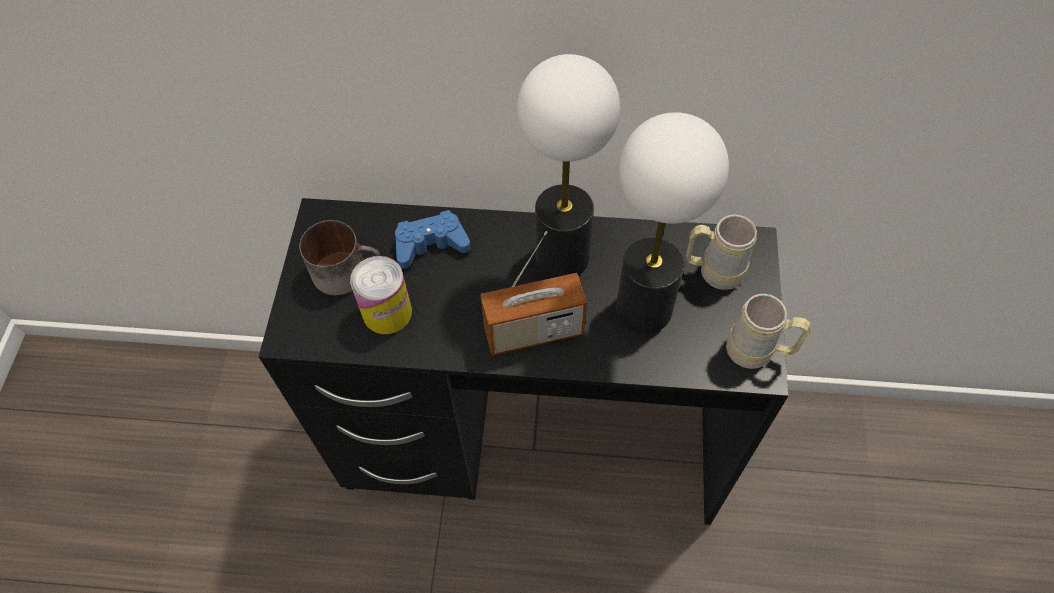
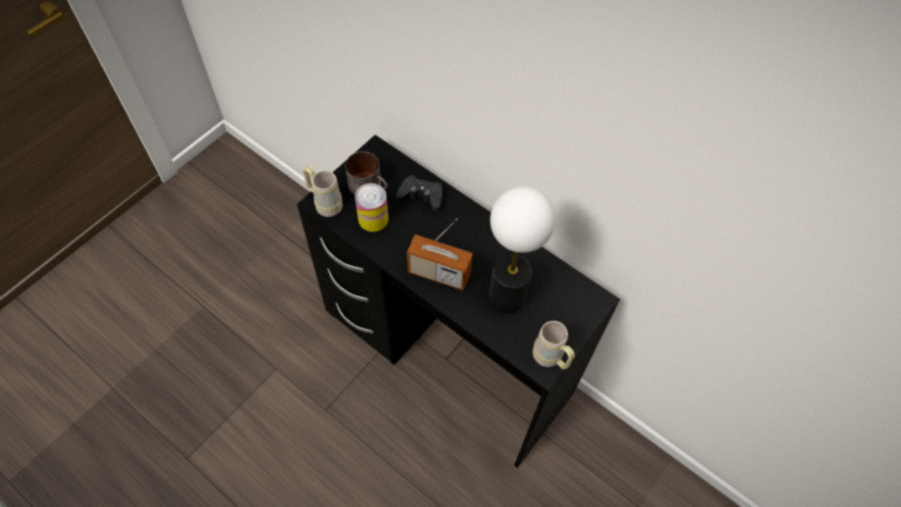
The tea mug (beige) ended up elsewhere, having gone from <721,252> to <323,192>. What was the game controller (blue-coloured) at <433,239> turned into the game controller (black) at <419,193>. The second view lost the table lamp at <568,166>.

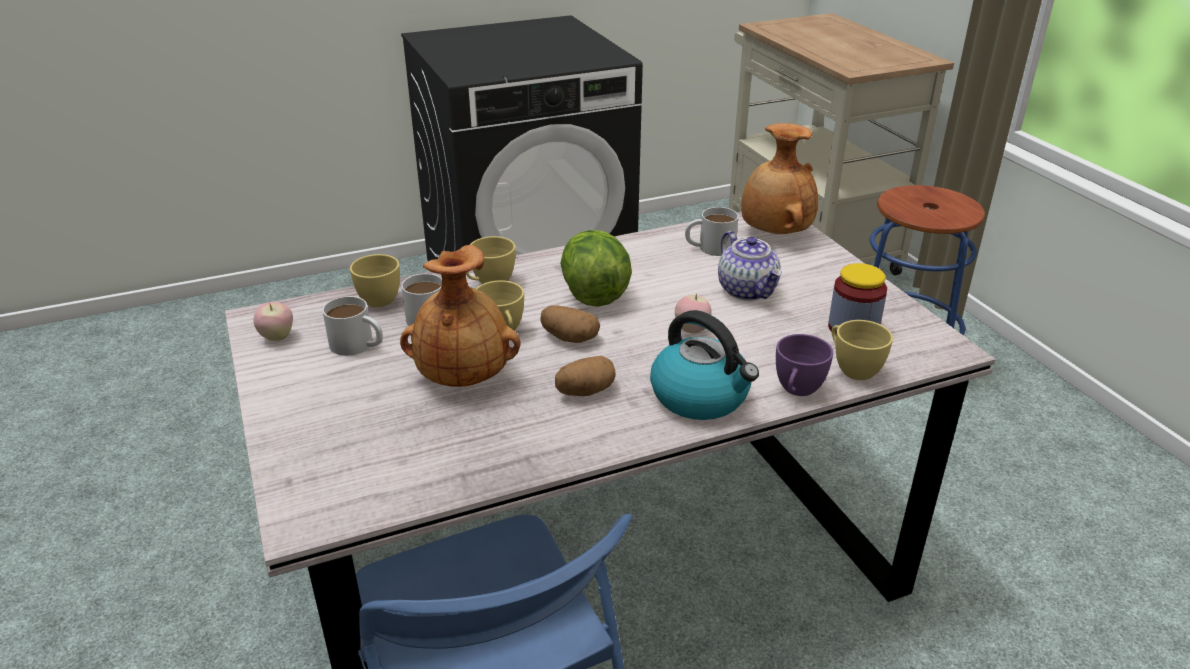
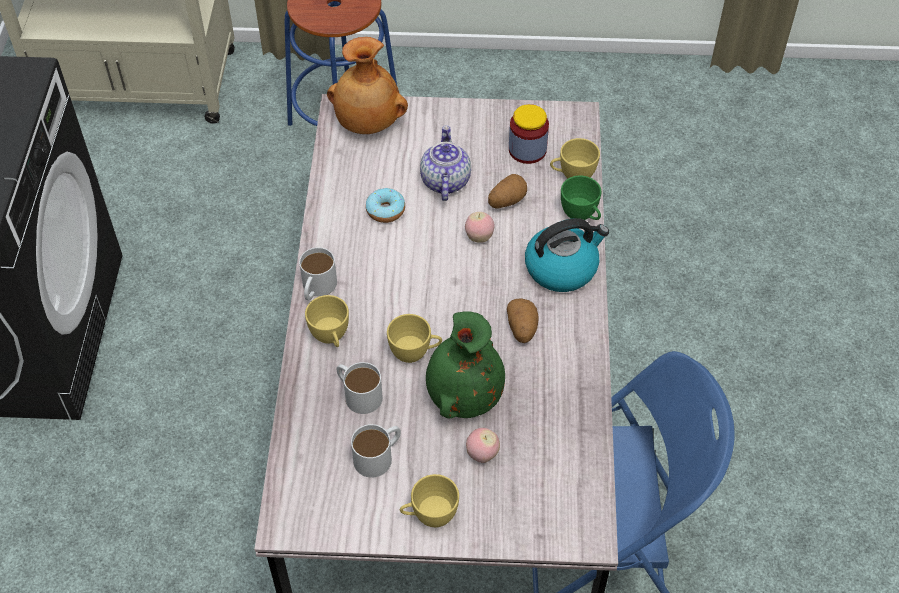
The tea mug (whitish) ended up elsewhere, having gone from <712,231> to <318,273>. The second view gained the donut at <385,205>. The cup (yellowish) ended up elsewhere, having gone from <375,281> to <429,500>. The teapot at <750,266> ended up facing another way, 90 degrees counterclockwise from before. What was the decorative vase (brownish) at <460,316> turned into the decorative vase (green) at <465,365>. The apple ended up elsewhere, having gone from <273,321> to <483,445>. The whole potato ended up elsewhere, having gone from <570,324> to <507,191>. What was the cup (purple) at <804,365> turned into the cup (green) at <581,198>. The second view lost the lettuce head at <596,268>.

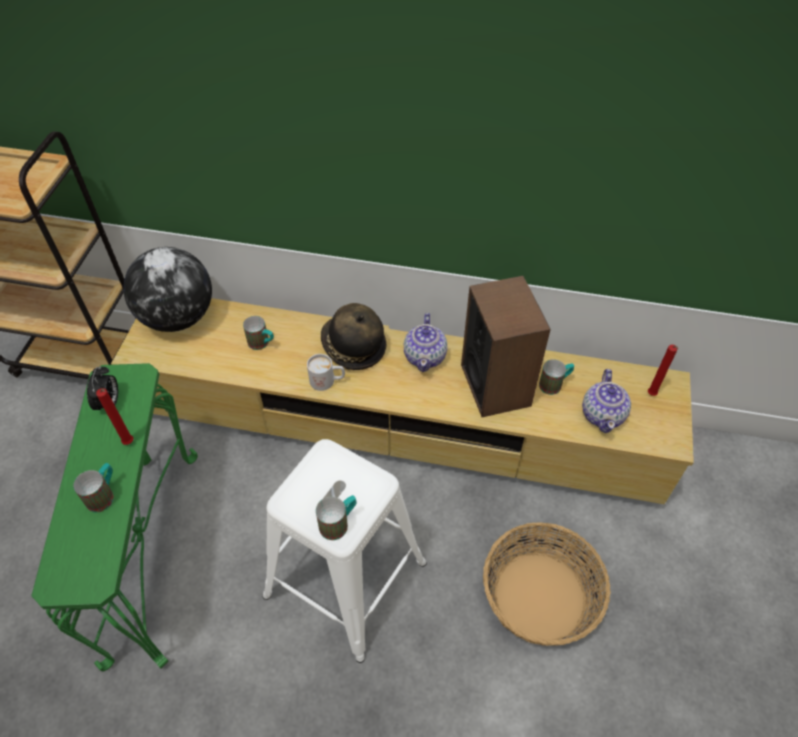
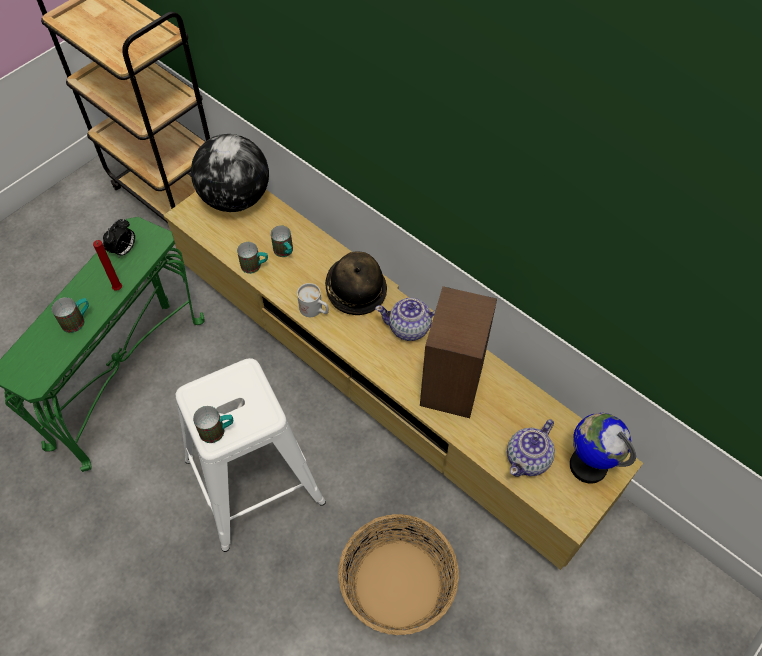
The tea mug ended up elsewhere, having gone from <556,377> to <252,258>. The teapot at <425,342> ended up facing another way, 60 degrees clockwise from before. Where the candle (red-coloured) stood at <663,370>, the globe came to stand at <603,448>.

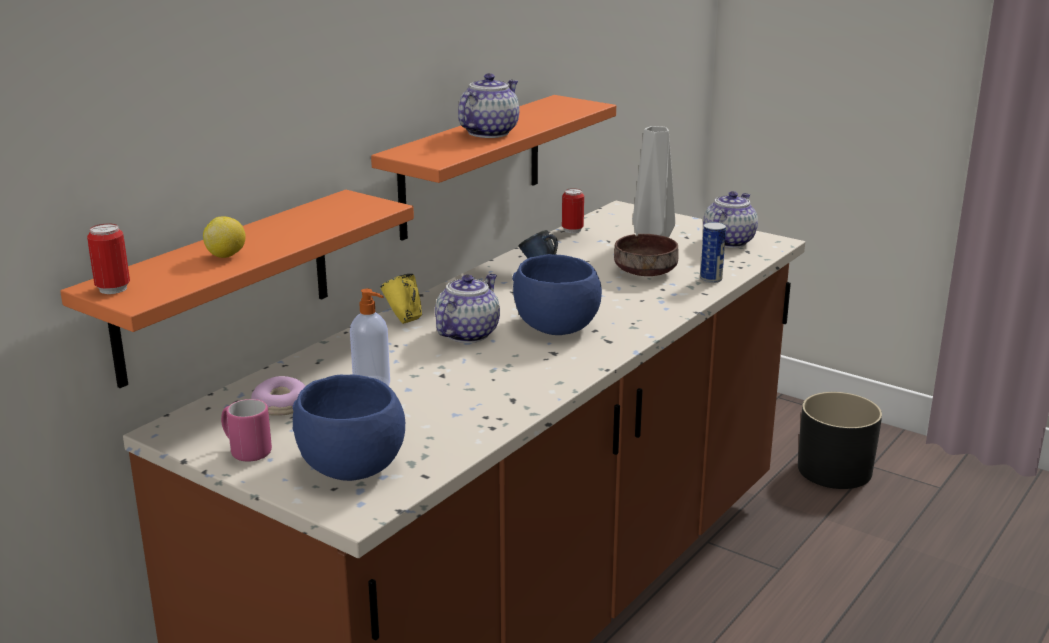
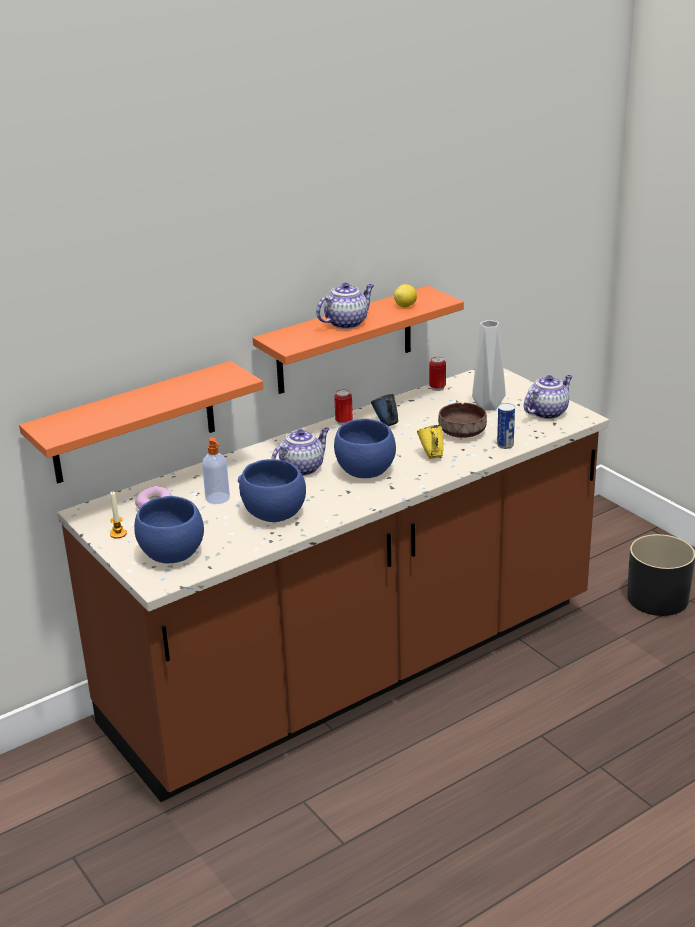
Where the tea mug (pink-coloured) stood at <246,430>, the candle came to stand at <118,515>. The second view gained the serving bowl (blue-coloured) at <272,490>. The can ended up elsewhere, having gone from <108,258> to <343,407>. The lemon ended up elsewhere, having gone from <224,237> to <405,295>. The tea mug (yellowish) ended up elsewhere, having gone from <401,299> to <430,442>.

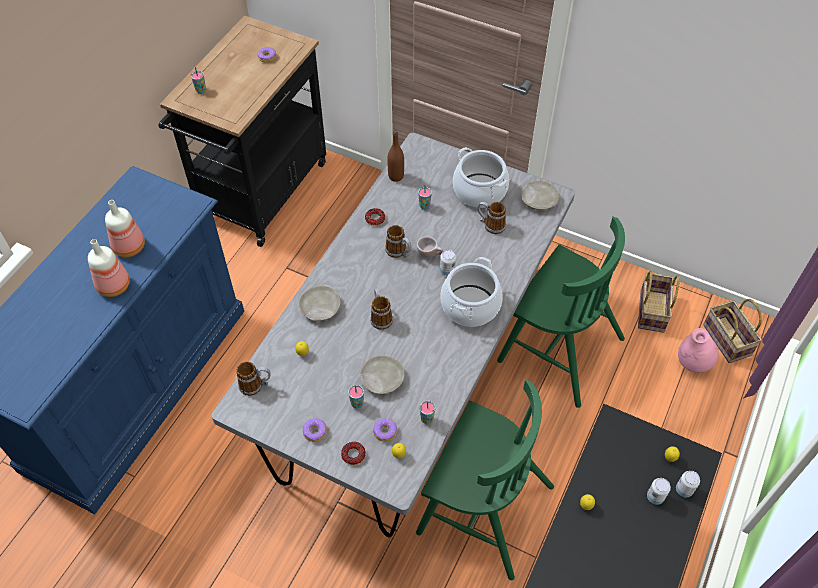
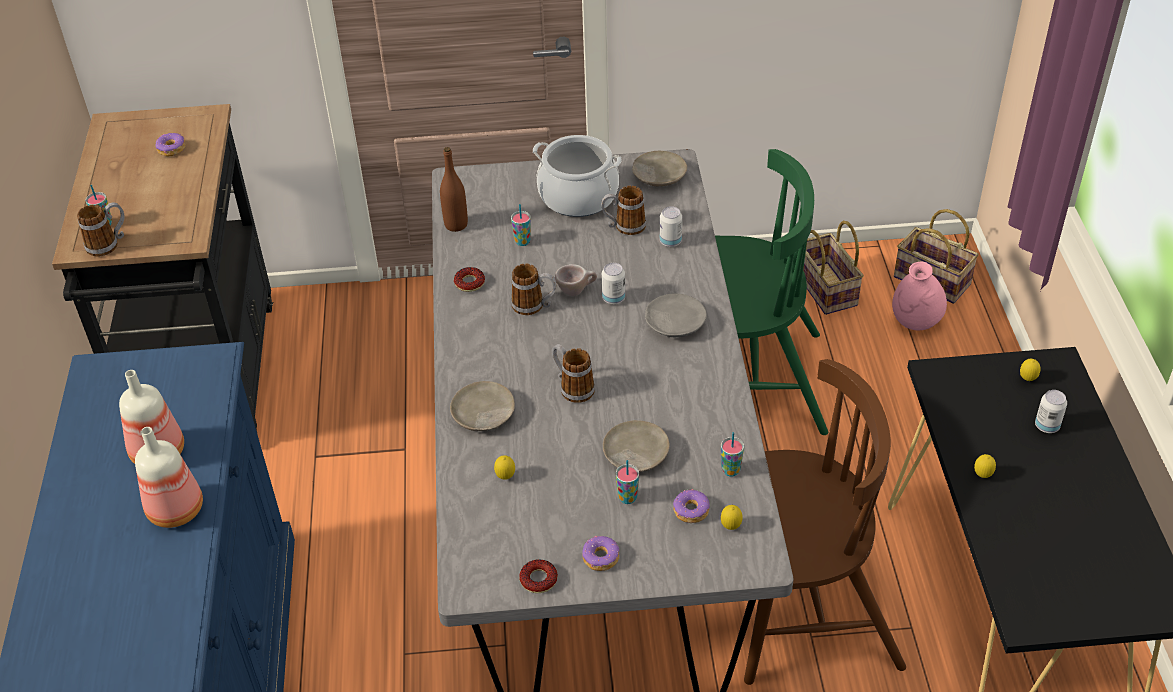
The tea mug ended up elsewhere, having gone from <253,378> to <100,229>. The donut ended up elsewhere, having gone from <353,453> to <538,576>. Where the stockpot stood at <471,292>, the plate (grey) came to stand at <676,315>. The can ended up elsewhere, having gone from <688,484> to <671,226>. What was the plain chair (green) at <485,480> turned into the plain chair (brownish) at <825,522>.

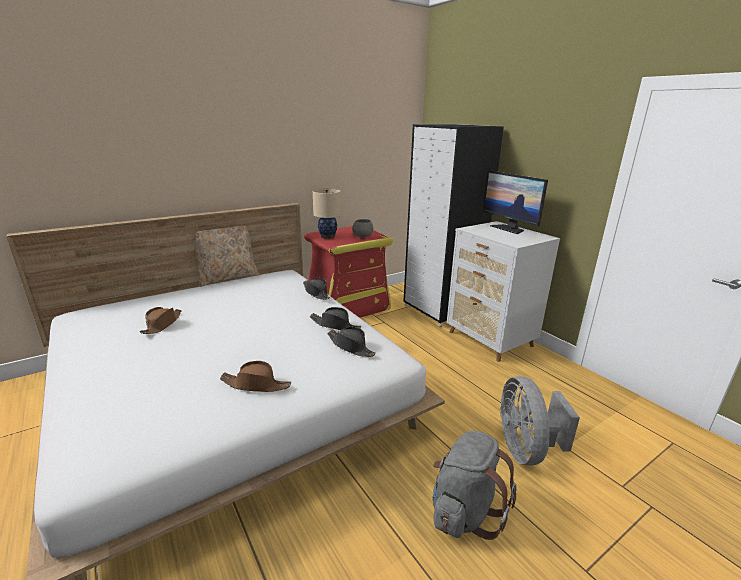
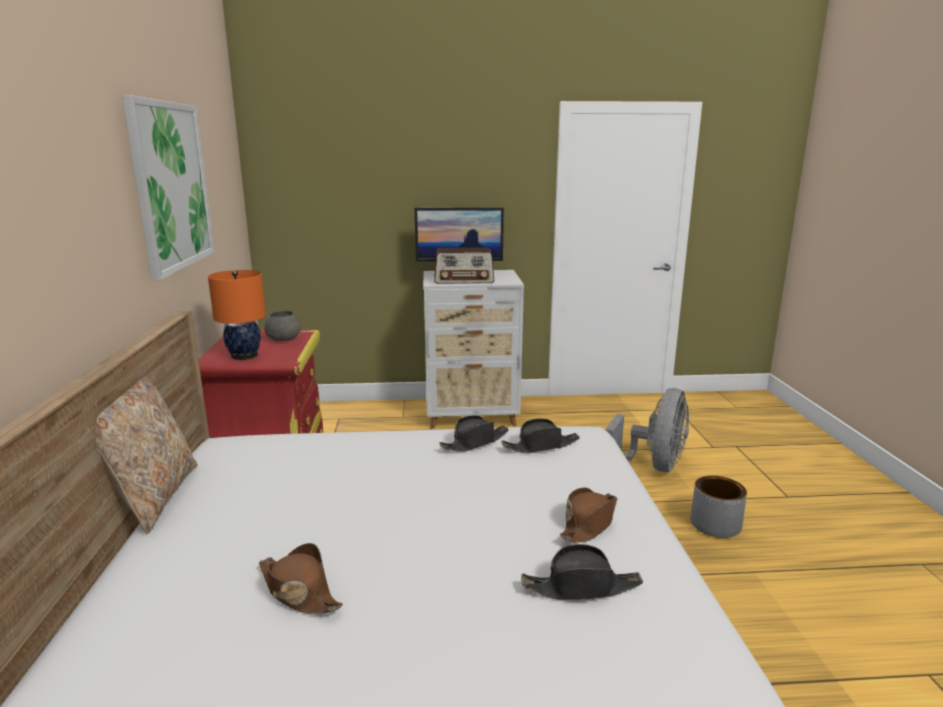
The second view gained the picture at <168,188>. What was the table lamp (beige) at <327,213> turned into the table lamp (orange-coloured) at <237,315>. The second view gained the radio set at <464,266>. The wearable hat (black) ended up elsewhere, having gone from <316,289> to <582,572>. The electric fan (grey) at <540,421> ended up facing another way, 90 degrees counterclockwise from before. Where the knapsack (grey) stood at <474,485>, the planter (grey) came to stand at <718,507>. The second view lost the armoire at <453,225>.

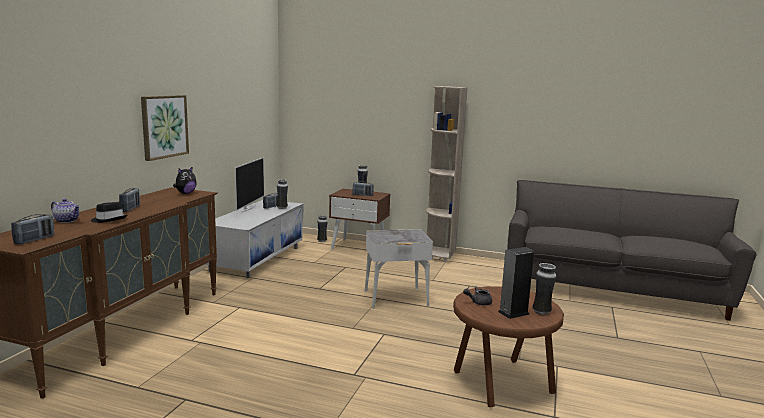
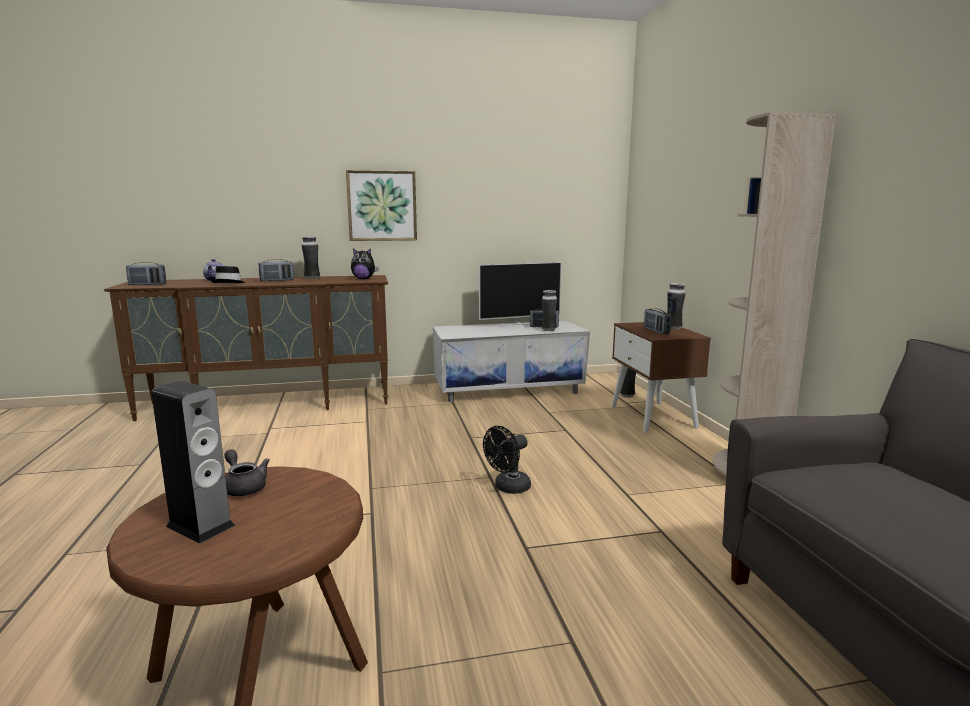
The decorative vase ended up elsewhere, having gone from <544,289> to <310,257>. Where the accent table stood at <399,269>, the electric fan (black) came to stand at <507,460>.

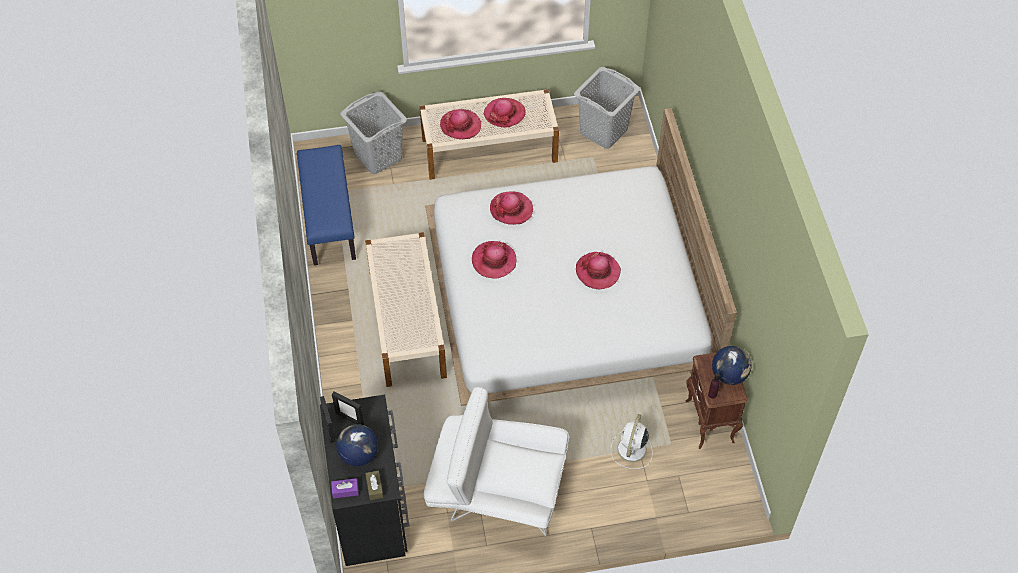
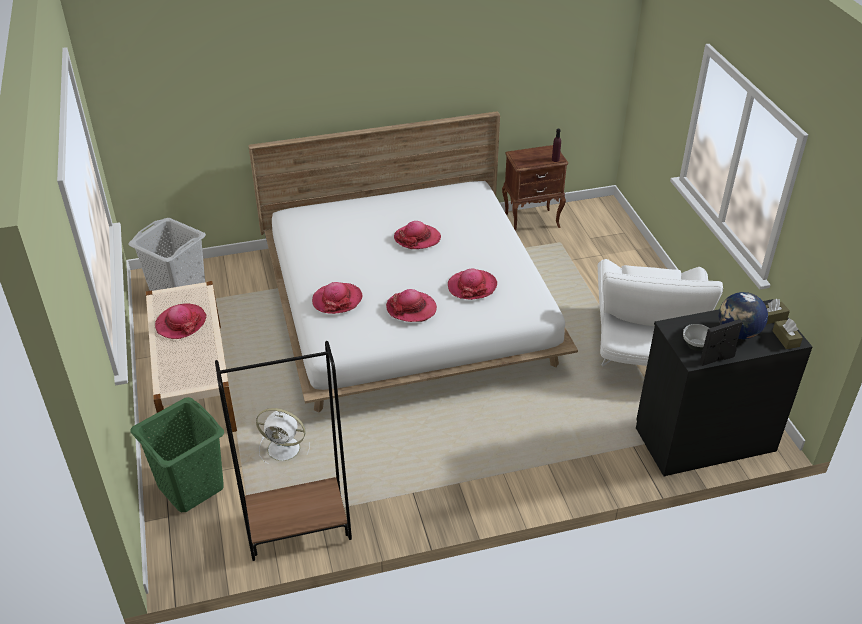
What was the washing basket (grey) at <373,133> turned into the washing basket (green) at <177,454>. Where the bench (blue-coloured) stood at <326,205>, the garment rack came to stand at <283,451>. The electric fan (whitish) ended up elsewhere, having gone from <631,441> to <283,436>. The wearable hat ended up elsewhere, having gone from <460,124> to <472,284>. Where the picture frame stood at <348,408>, the serving bowl came to stand at <696,337>. What was the tissue box (purple) at <345,488> turned into the tissue box (brownish) at <787,334>. The second view lost the bench (beige) at <406,309>. The second view lost the globe at <732,365>.

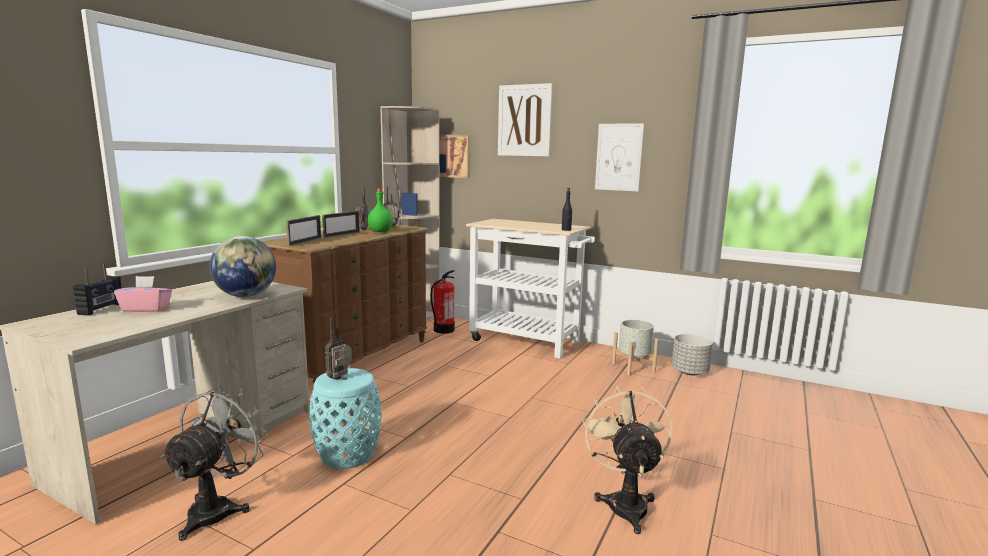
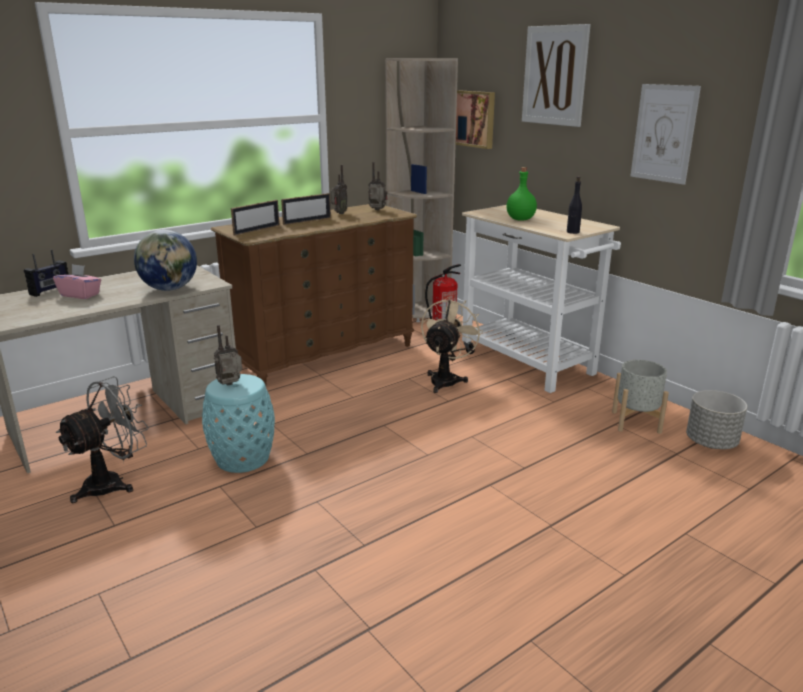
The electric fan (beige) ended up elsewhere, having gone from <627,459> to <452,345>. The drink bottle (green) ended up elsewhere, having gone from <380,210> to <522,194>.

